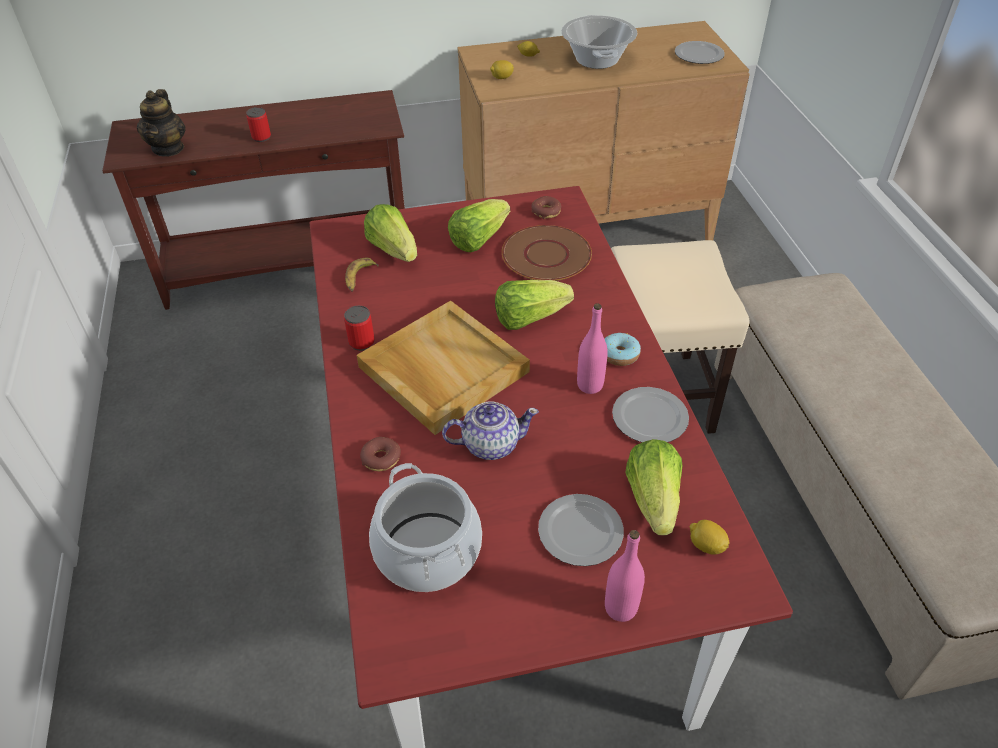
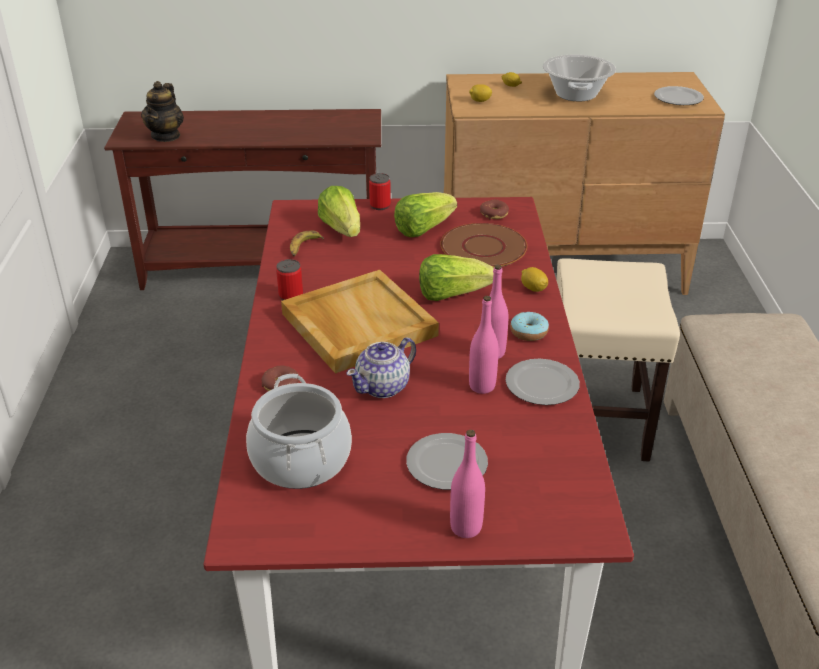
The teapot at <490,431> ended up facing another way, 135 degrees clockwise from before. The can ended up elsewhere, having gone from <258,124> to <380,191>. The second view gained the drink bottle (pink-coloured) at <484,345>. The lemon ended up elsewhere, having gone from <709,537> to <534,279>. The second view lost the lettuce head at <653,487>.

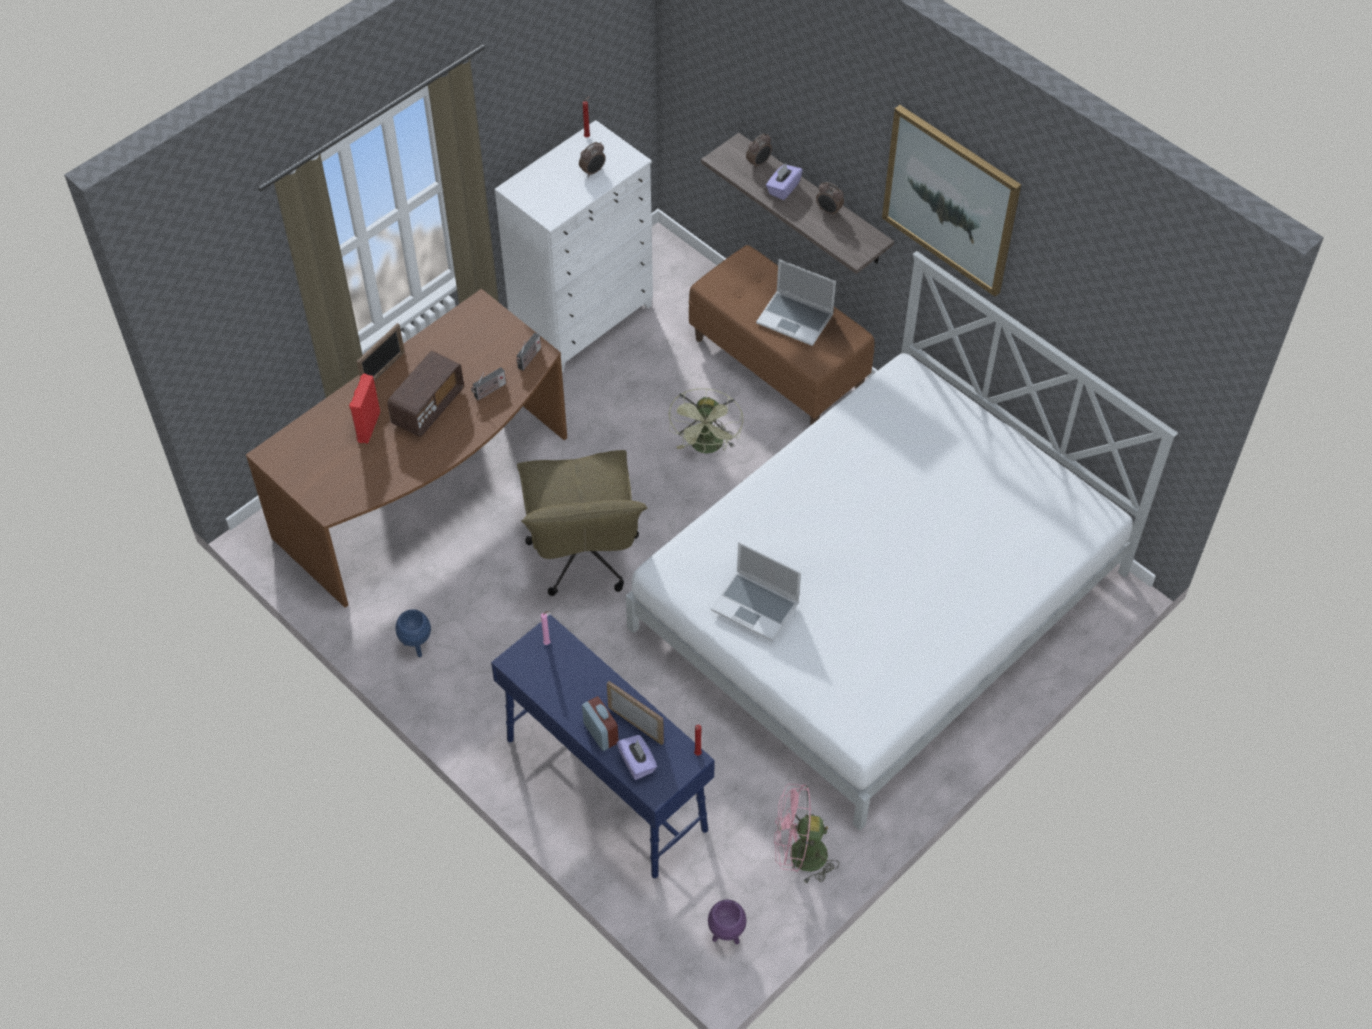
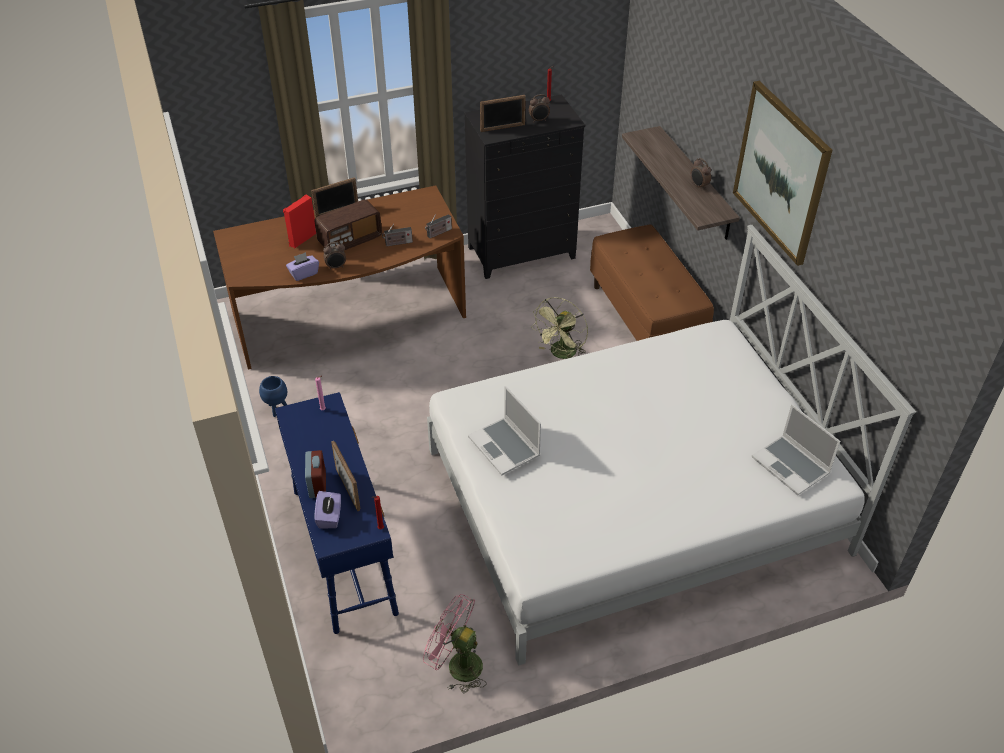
The tissue box (purple) ended up elsewhere, having gone from <784,181> to <302,266>. The alarm clock ended up elsewhere, having gone from <759,151> to <334,256>. What was the drawer chest (whitish) at <574,246> turned into the drawer chest (black) at <525,186>. The second view gained the picture frame at <503,113>. The notebook computer ended up elsewhere, having gone from <796,302> to <796,449>. The second view lost the desk chair (beige) at <582,523>. The second view lost the planter (purple) at <727,922>.

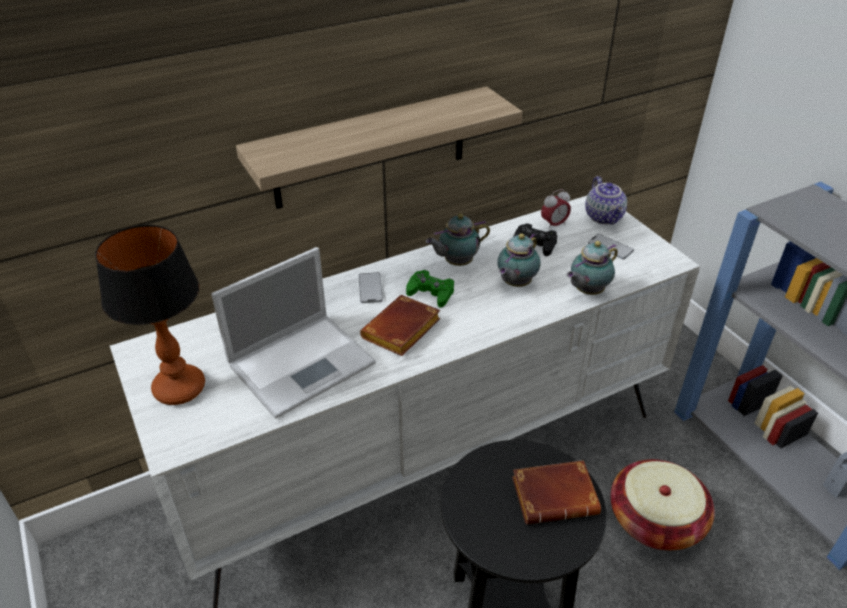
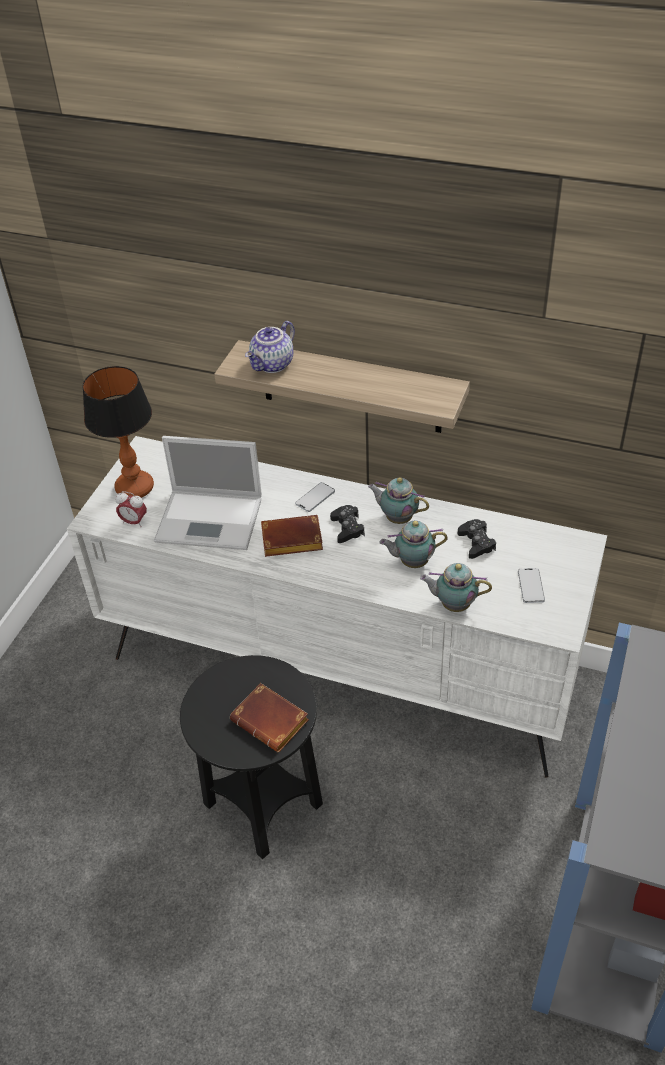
The alarm clock ended up elsewhere, having gone from <556,209> to <131,509>. The teapot ended up elsewhere, having gone from <606,200> to <270,347>. What was the game controller (green) at <430,289> turned into the game controller (black) at <347,524>. The second view lost the household basket at <662,504>.

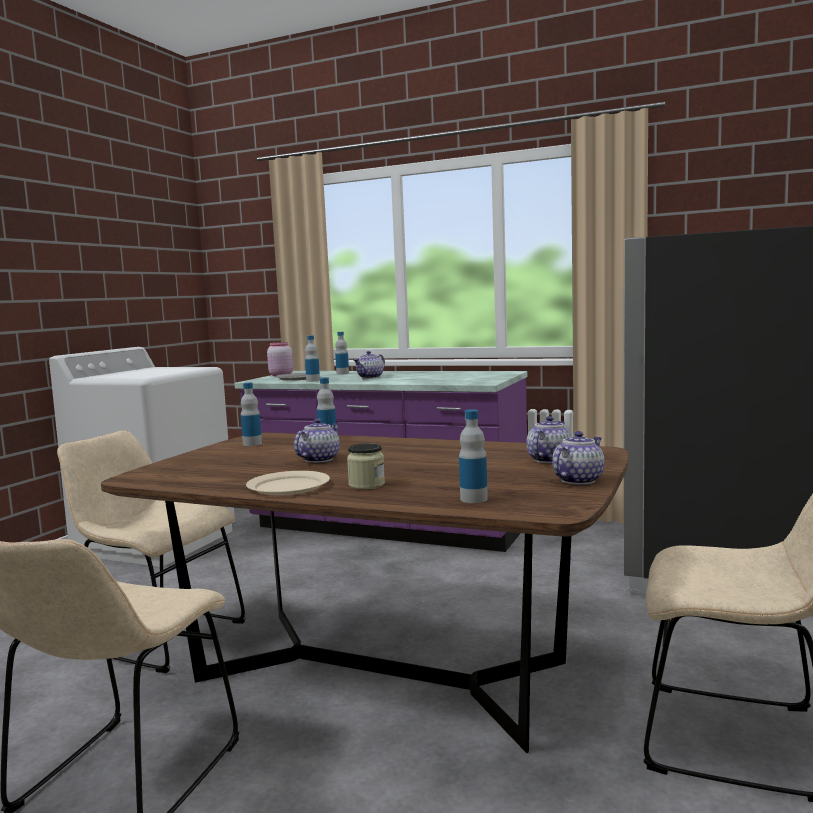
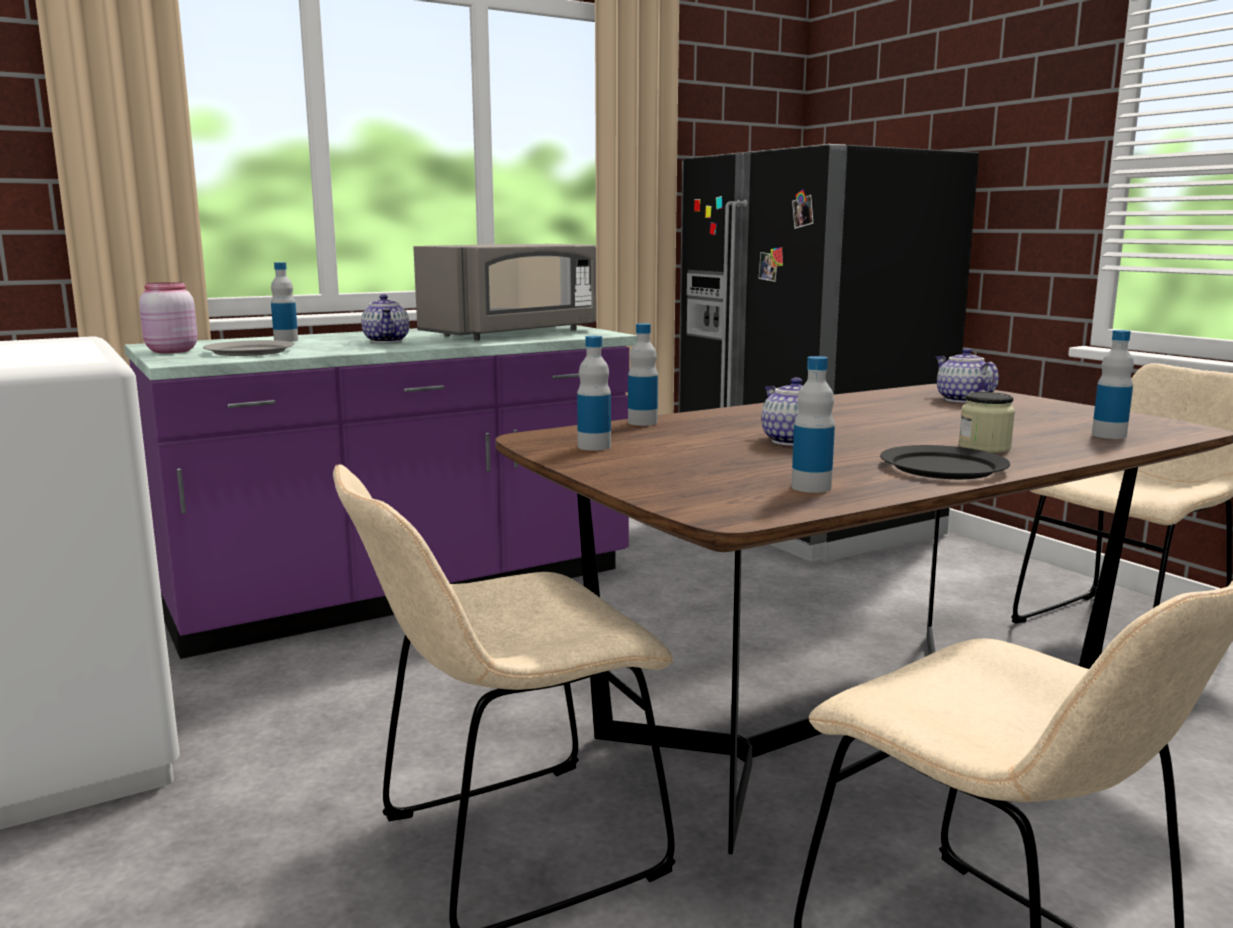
The second view gained the microwave oven (grey) at <504,292>. The drink bottle ended up elsewhere, having gone from <312,358> to <813,424>. What was the plate (beige) at <288,483> turned into the plate (black) at <945,462>. The second view lost the teapot at <578,458>.

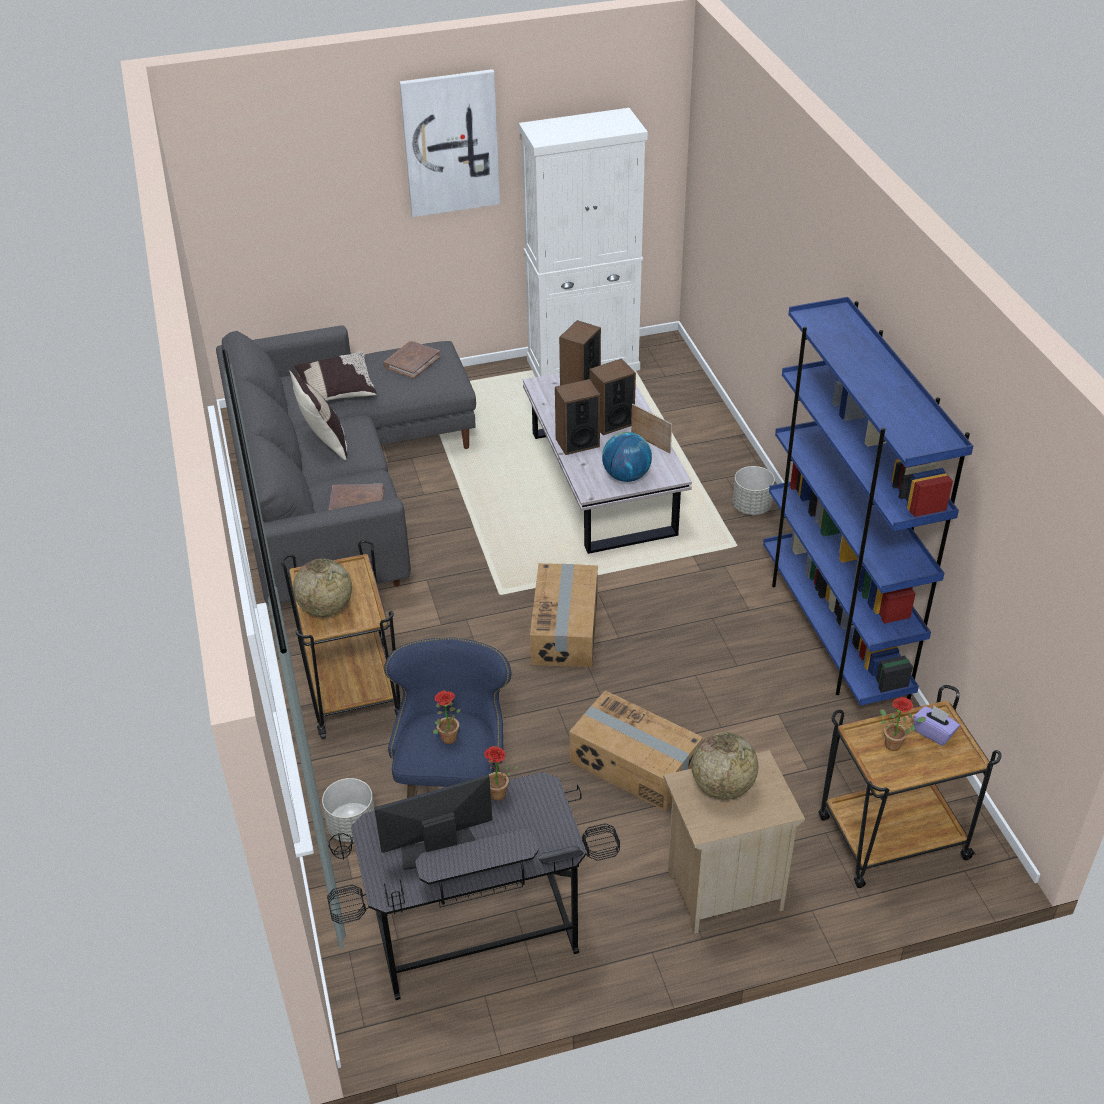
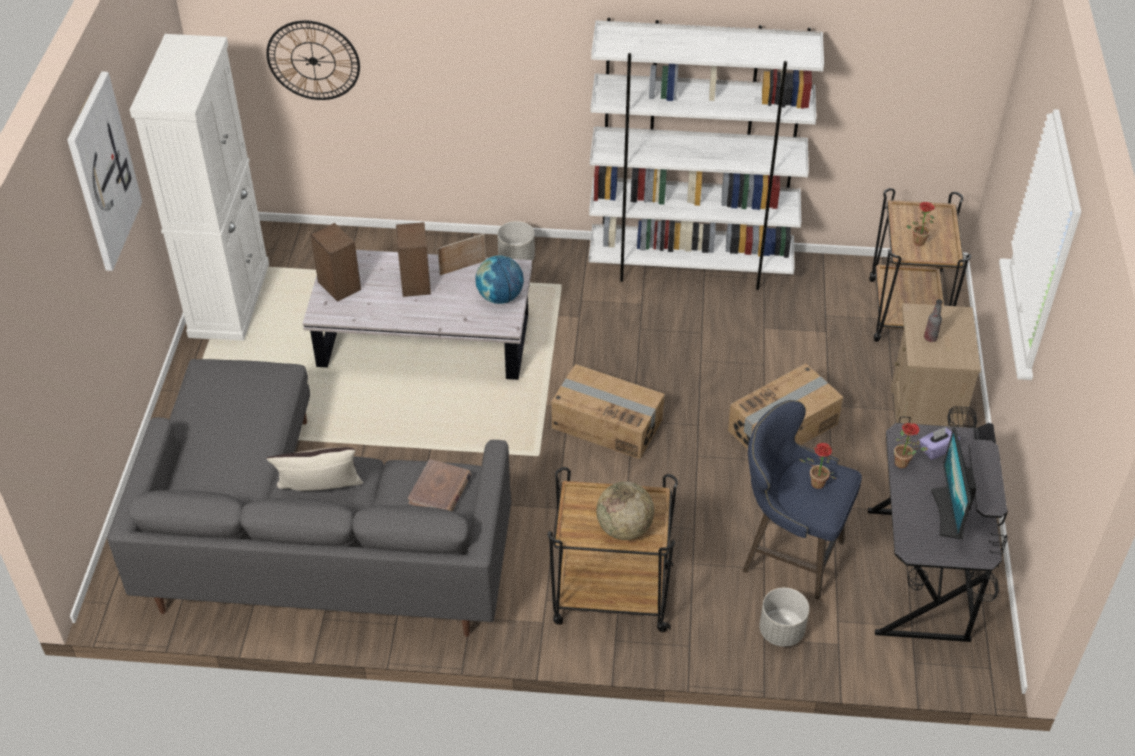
The second view gained the clock on the wall at <313,60>. What was the bookshelf (blue-coloured) at <868,501> turned into the bookshelf (whitish) at <706,154>. The tissue box (purple) ended up elsewhere, having gone from <936,726> to <939,443>. Where the globe stood at <724,766>, the drink bottle came to stand at <933,320>. The second view lost the cushion at <335,376>. The second view lost the book (brownish) at <411,360>. The second view lost the speaker at <577,417>.

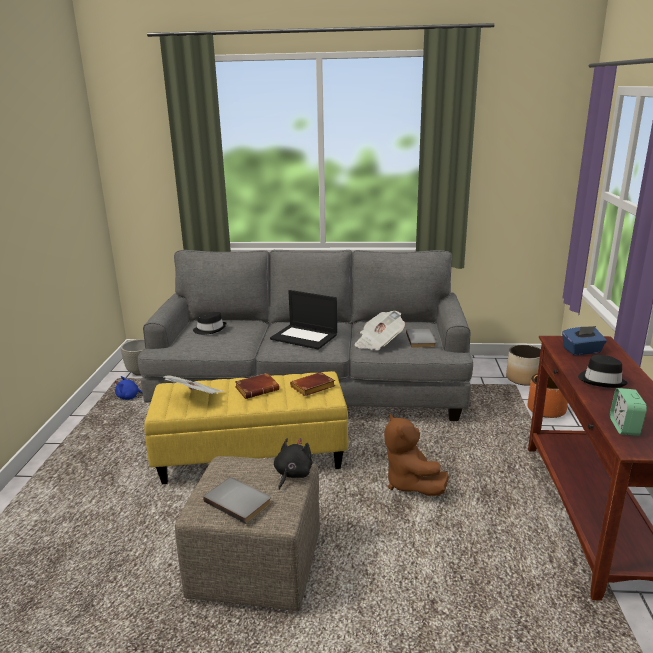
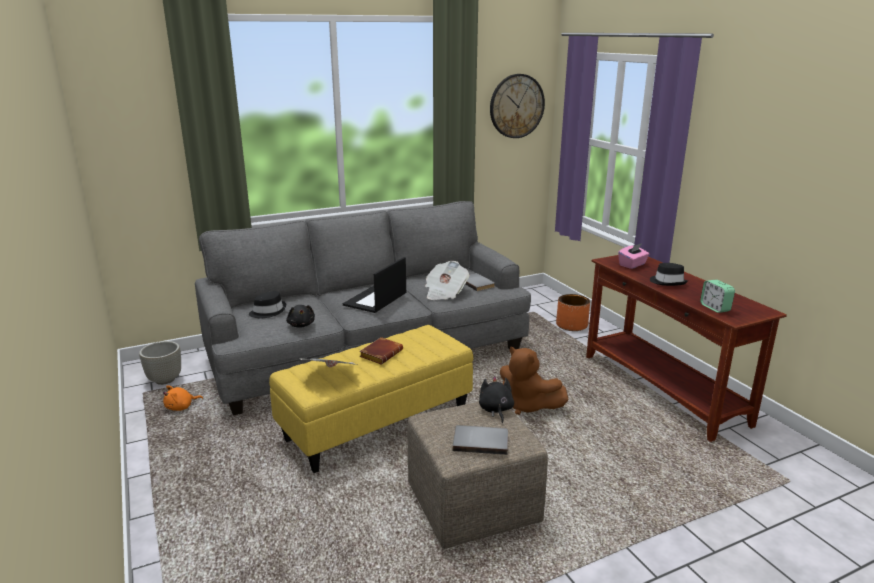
What was the plush toy (blue-coloured) at <128,388> turned into the plush toy (orange-coloured) at <183,398>. The second view gained the plush toy (black) at <300,316>. The notebook computer at <303,320> ended up facing another way, 120 degrees clockwise from before. The second view gained the clock on the wall at <517,106>. What was the tissue box (blue-coloured) at <584,340> turned into the tissue box (pink-coloured) at <634,256>. The second view lost the book (brownish) at <312,384>. The second view lost the planter at <523,365>.

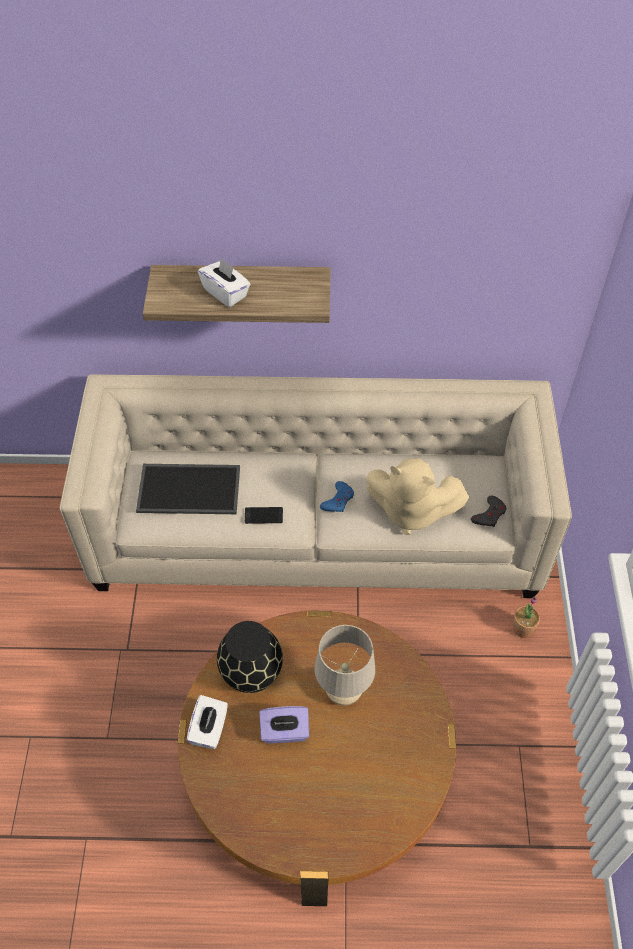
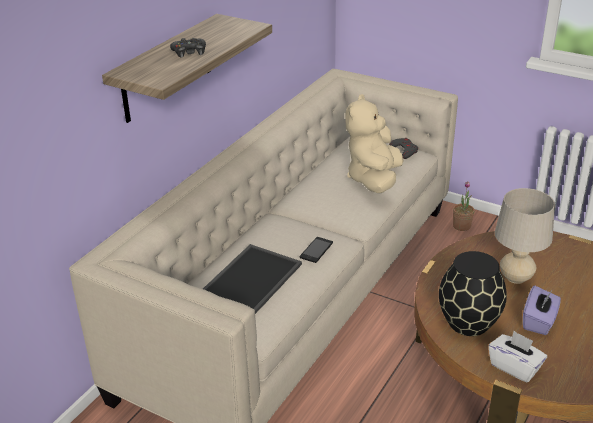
Where the tissue box (whitish) stood at <224,282>, the game controller (black) came to stand at <188,48>. The plush toy (beige) at <417,496> ended up facing another way, 150 degrees clockwise from before. The second view lost the game controller (blue-coloured) at <337,496>.

